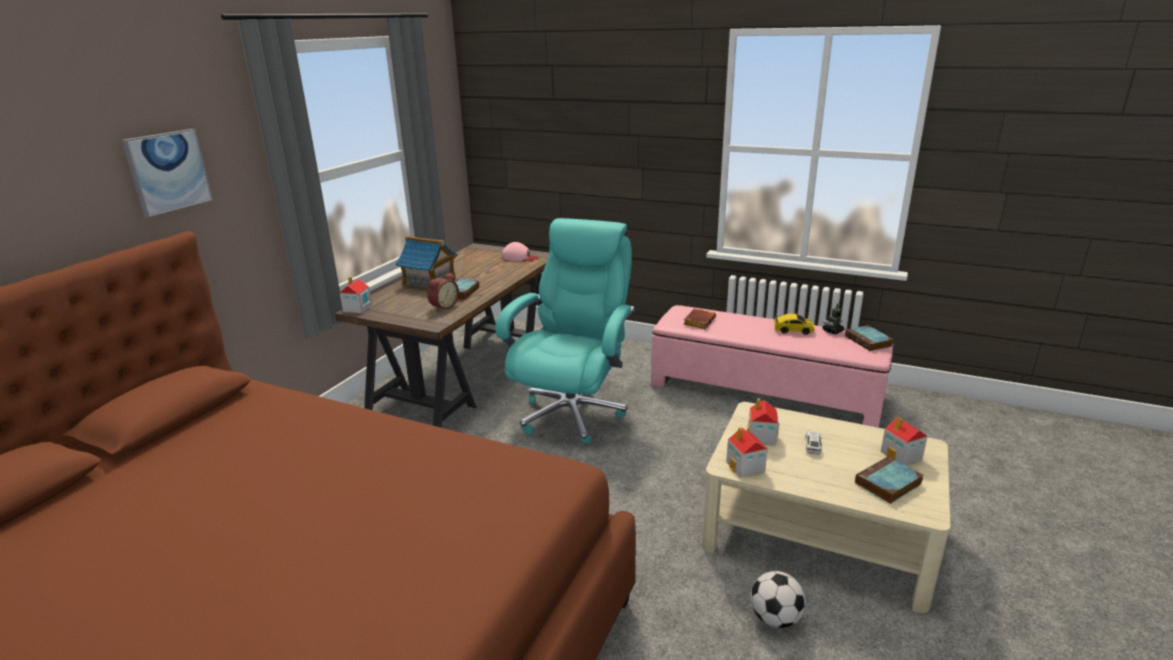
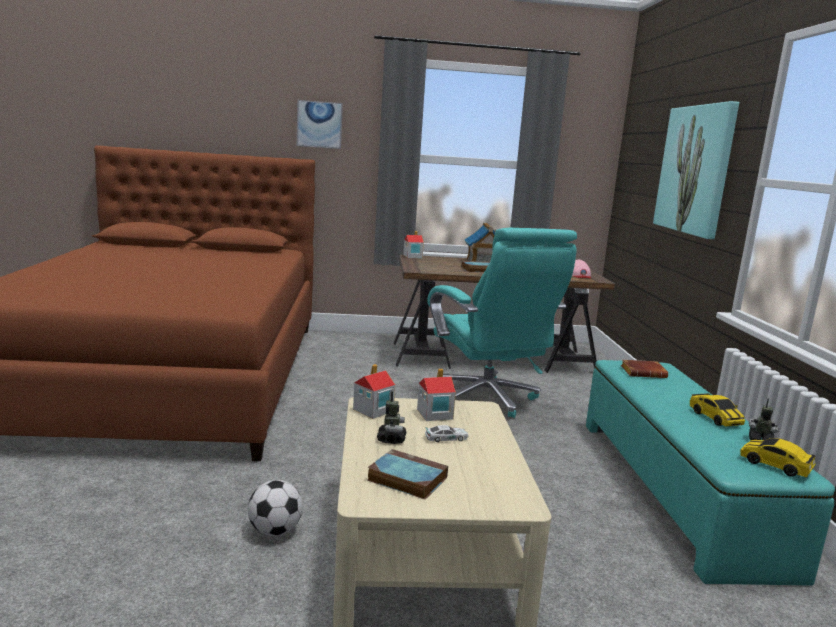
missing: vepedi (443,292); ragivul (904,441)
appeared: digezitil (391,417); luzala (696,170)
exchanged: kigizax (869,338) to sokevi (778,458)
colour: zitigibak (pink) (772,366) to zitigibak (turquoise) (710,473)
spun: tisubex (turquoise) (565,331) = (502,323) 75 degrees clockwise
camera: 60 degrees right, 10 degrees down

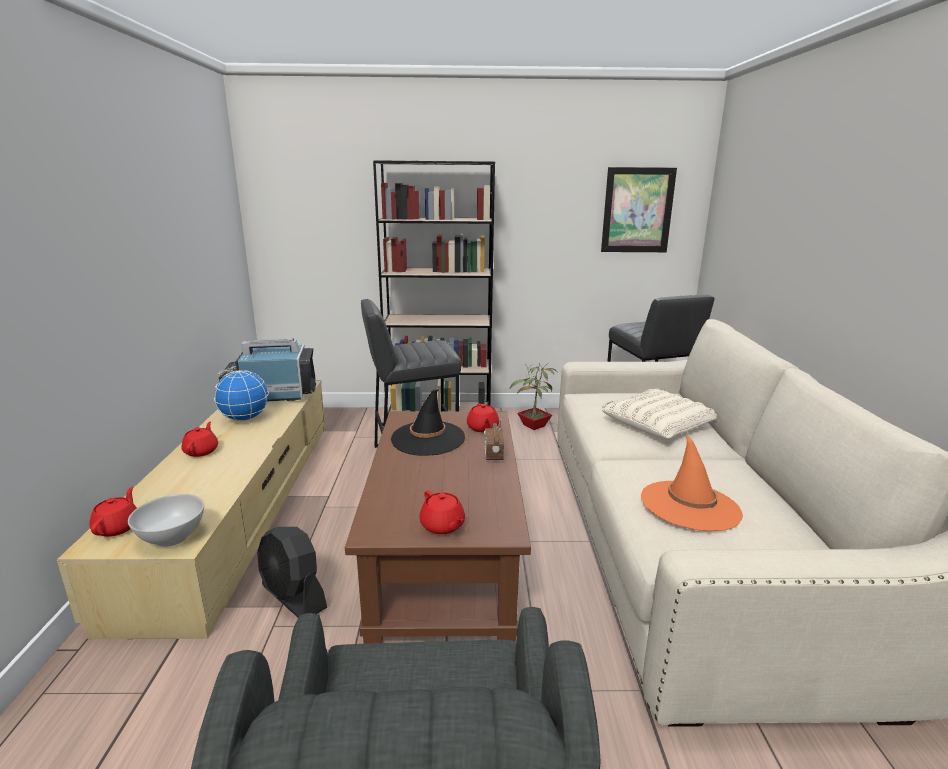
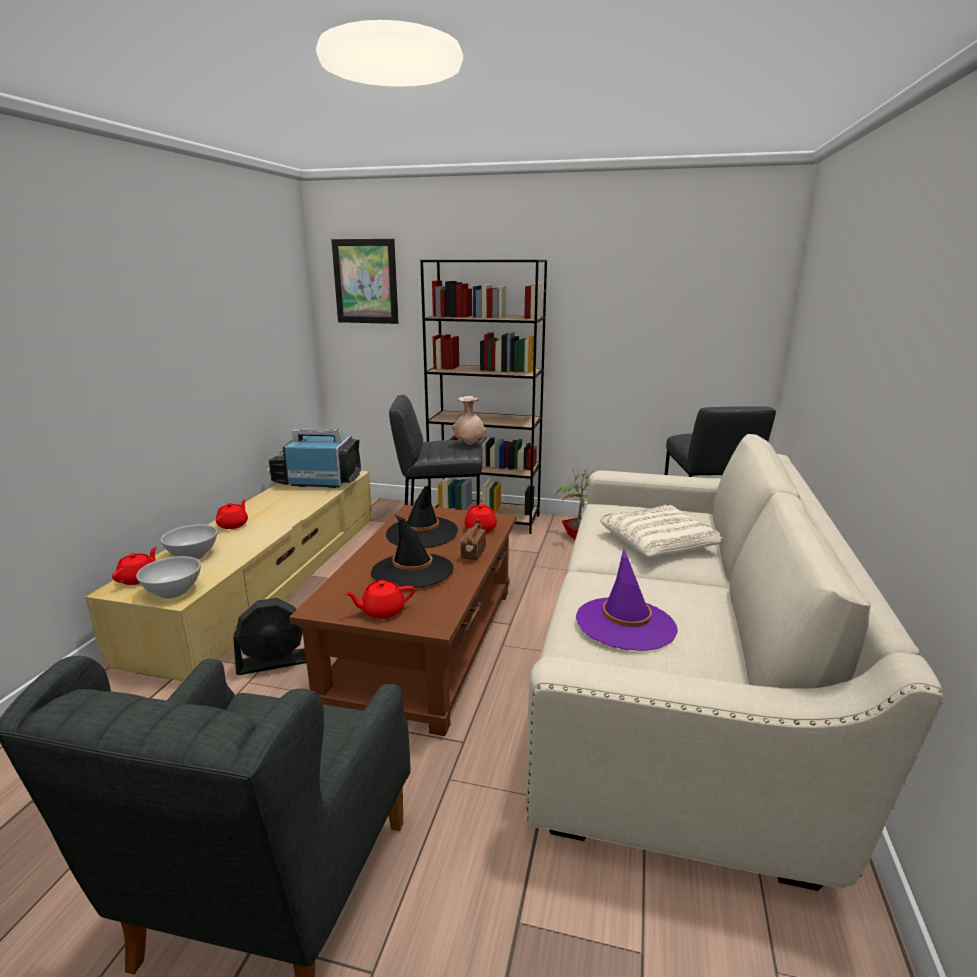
missing: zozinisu (241,395)
appeared: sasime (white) (189,541); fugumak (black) (412,551); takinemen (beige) (469,420)
relocated: luzala (639,209) to (365,281)
colour: fugumak (orange) (692,482) to fugumak (purple) (627,599)
spun: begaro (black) (292,572) = (269,636) 75 degrees counterclockwise; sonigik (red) (442,512) = (379,599) 90 degrees clockwise
camera: 15 degrees right, 0 degrees up

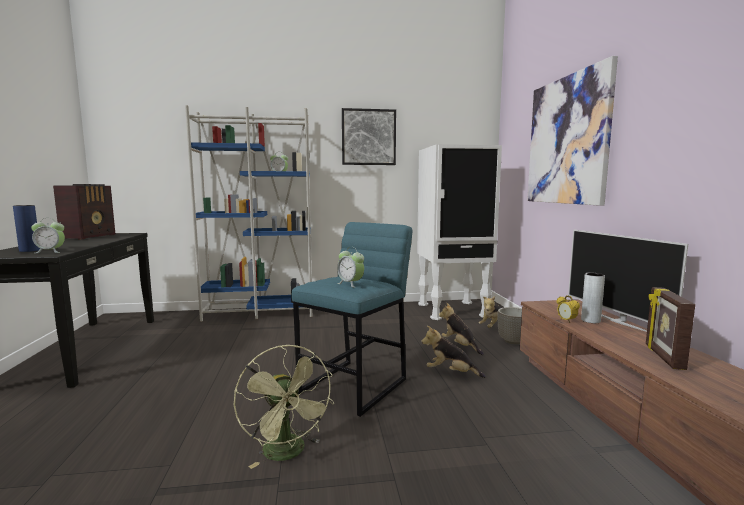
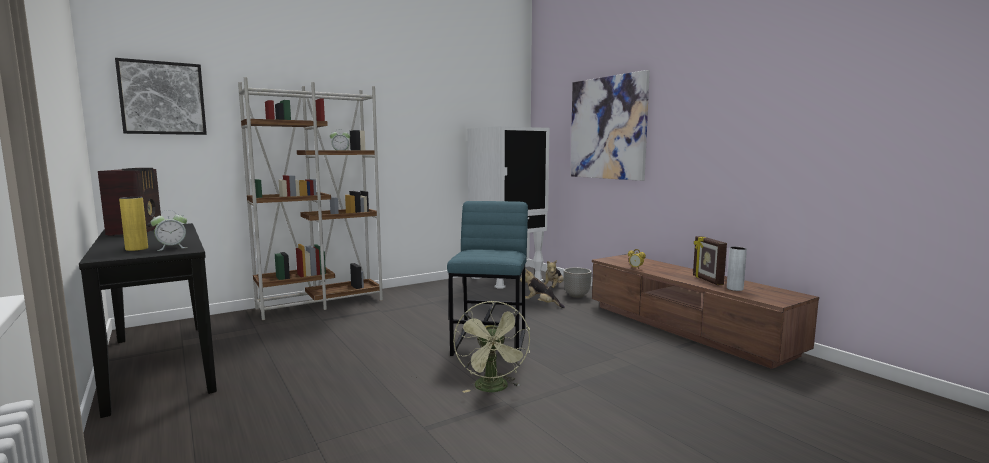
missing: vepedi (350,267); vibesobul (454,351); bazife (628,281)
relocated: luzala (369,136) to (161,96); takinemen (grey) (593,298) to (737,269)
colour: takinemen (blue) (26,228) to takinemen (yellow) (133,224); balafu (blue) (248,213) to balafu (brown) (310,198)
spun: begaro (green) (284,407) = (491,347) 45 degrees clockwise
camera: 25 degrees left, 0 degrees up

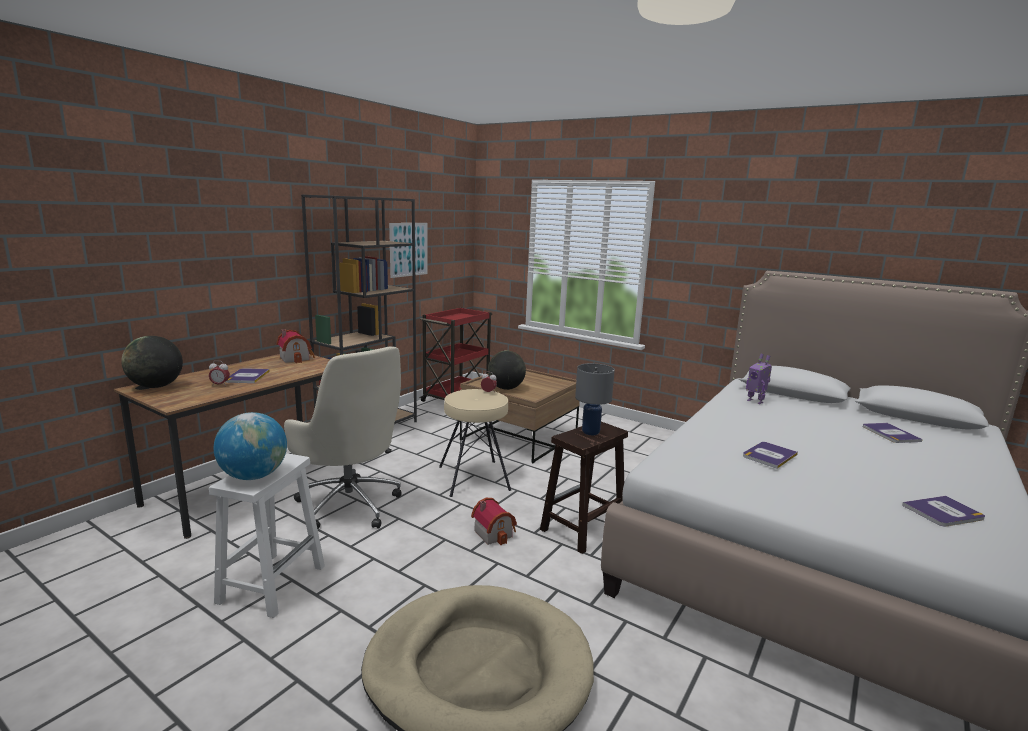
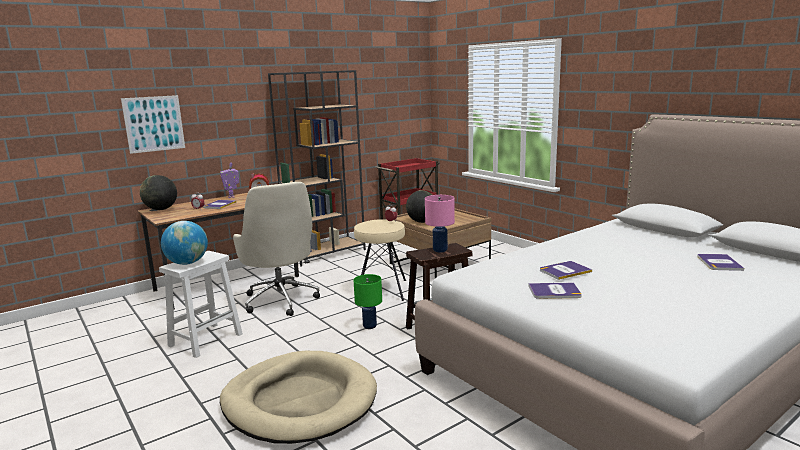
relocated: luzala (408,250) to (153,124); digezitil (759,378) to (229,180); kigizax (943,511) to (555,291)
exchanged: ragivul (494,521) to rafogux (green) (368,301)
colour: rafogux (grey) (595,399) to rafogux (pink) (440,224)
camera: 20 degrees right, 0 degrees up

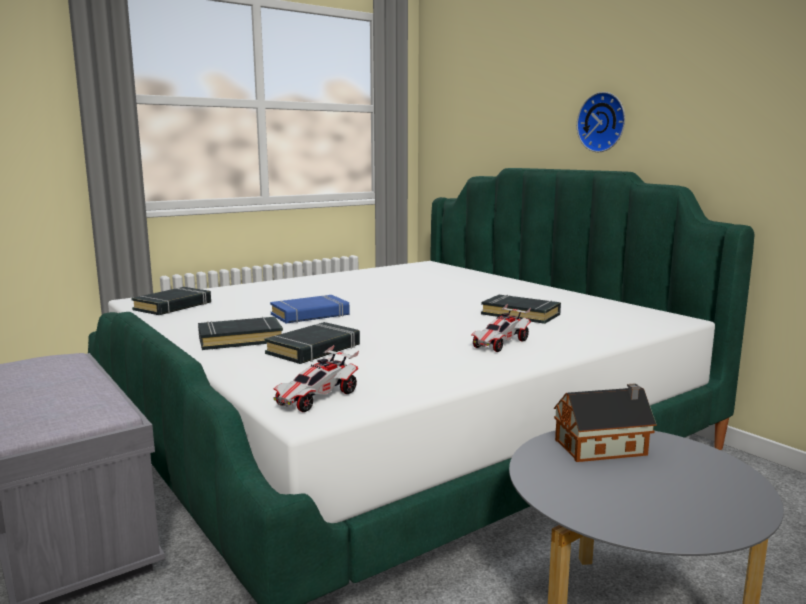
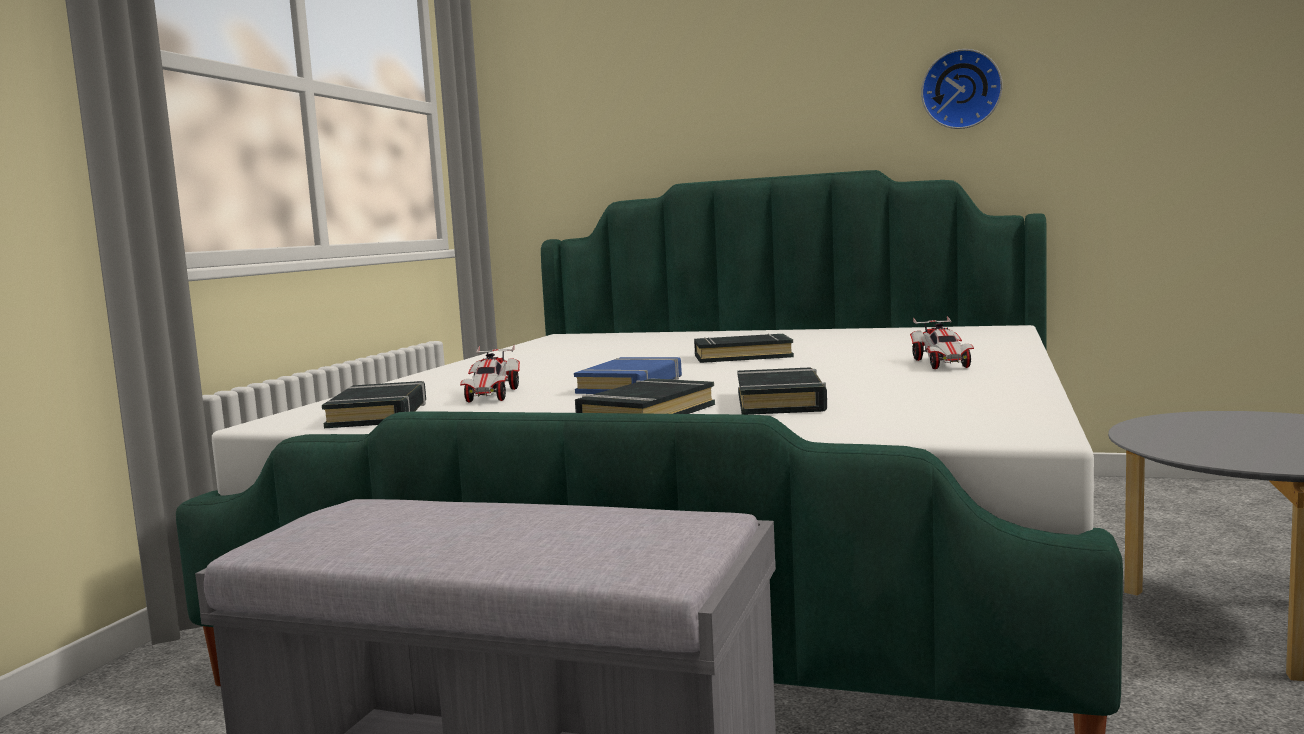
missing: ragivul (605,422)
relocated: sokevi (316,378) to (490,373); kigizax (black) (521,309) to (744,348); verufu (601,122) to (962,89)
camera: 35 degrees left, 5 degrees down

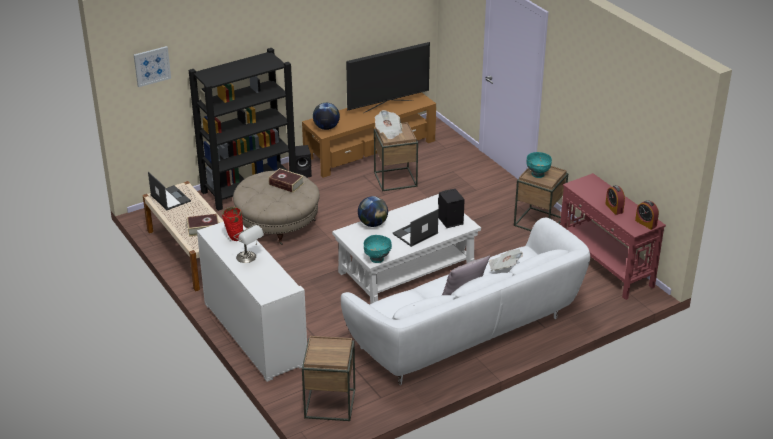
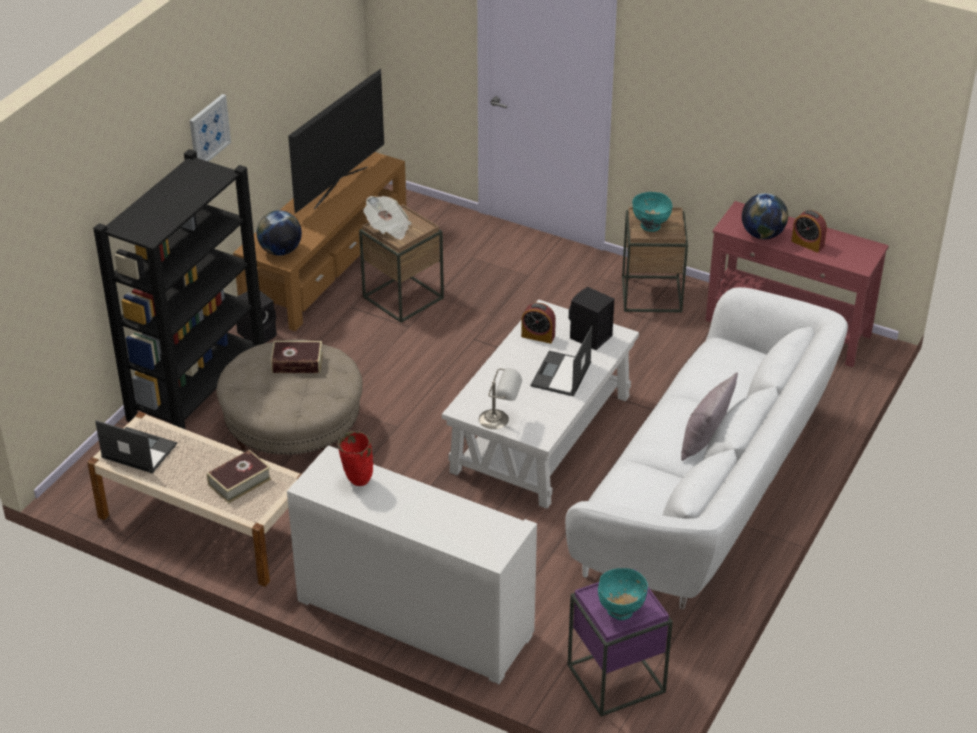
missing: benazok (506,260)
relocated: luzala (152,66) to (210,128); rafogux (white) (248,244) to (500,398); zozinisu (373,211) to (765,216); sasime (turquoise) (378,249) to (623,594); vepedi (647,215) to (538,323)
colour: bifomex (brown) (328,378) to bifomex (purple) (620,643)
camera: 30 degrees left, 5 degrees up

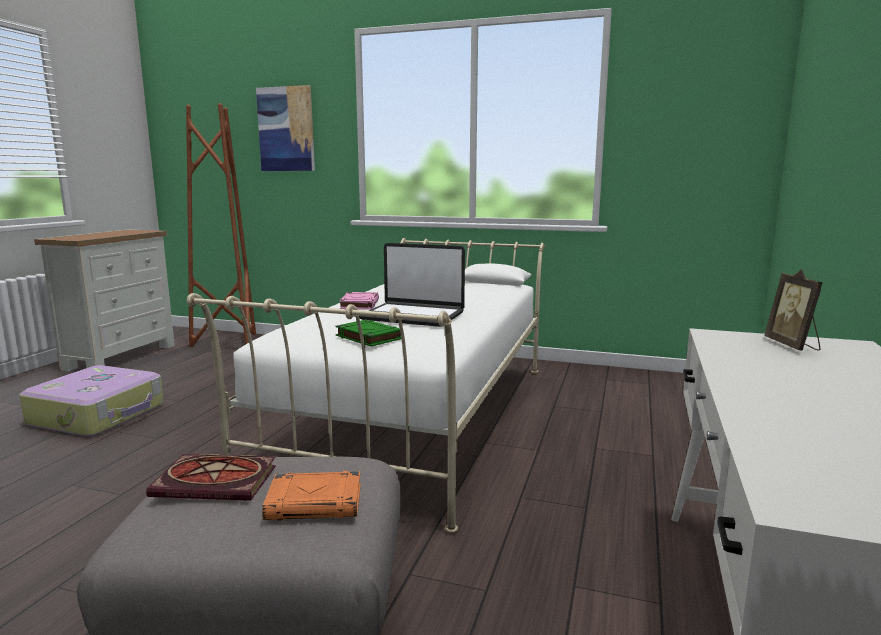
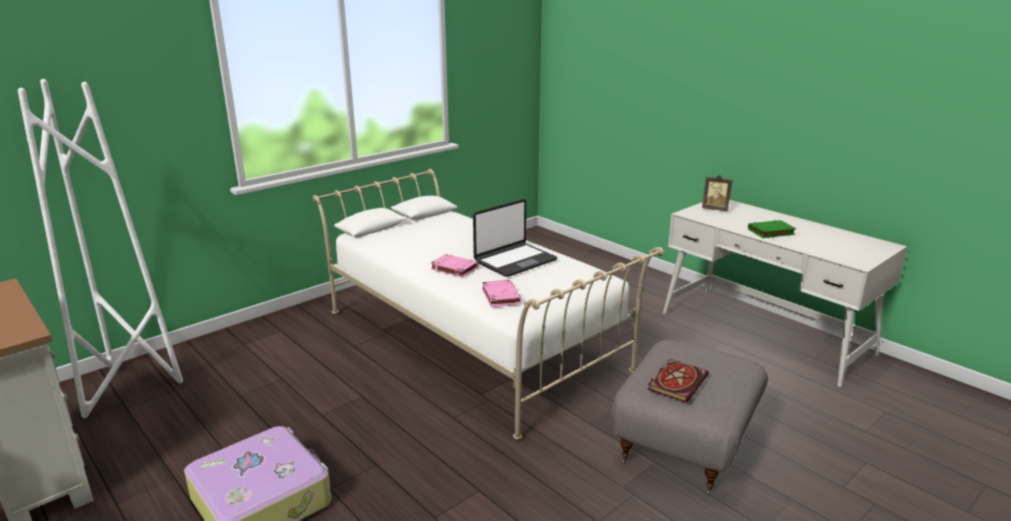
missing: luzala (285,128); kigizax (orange) (311,496)
appeared: kigizax (pink) (502,293)
relocated: kigizax (green) (368,333) to (772,229)
colour: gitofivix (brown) (221,225) to gitofivix (white) (100,248)
camera: 60 degrees left, 10 degrees up

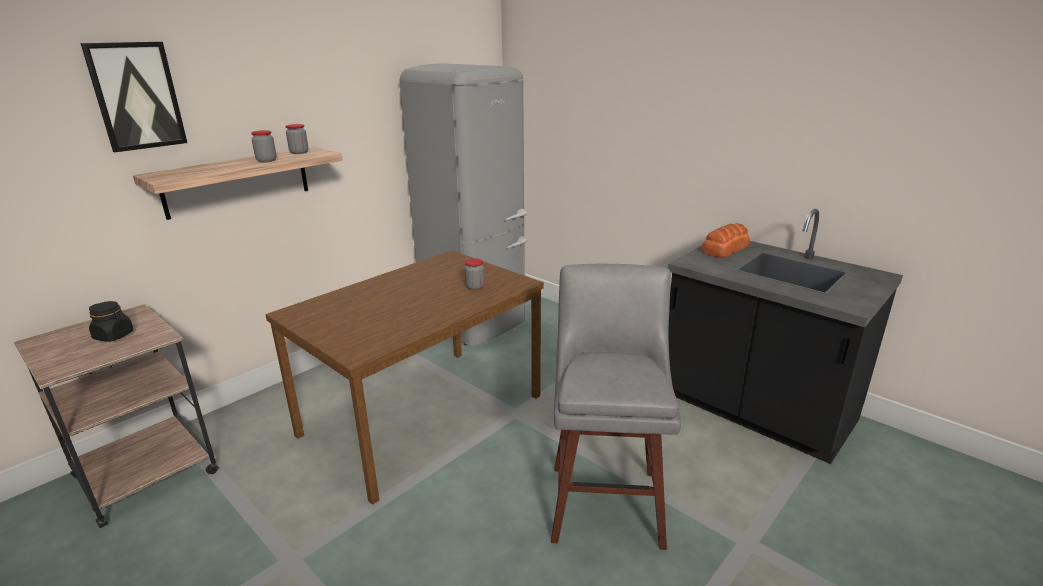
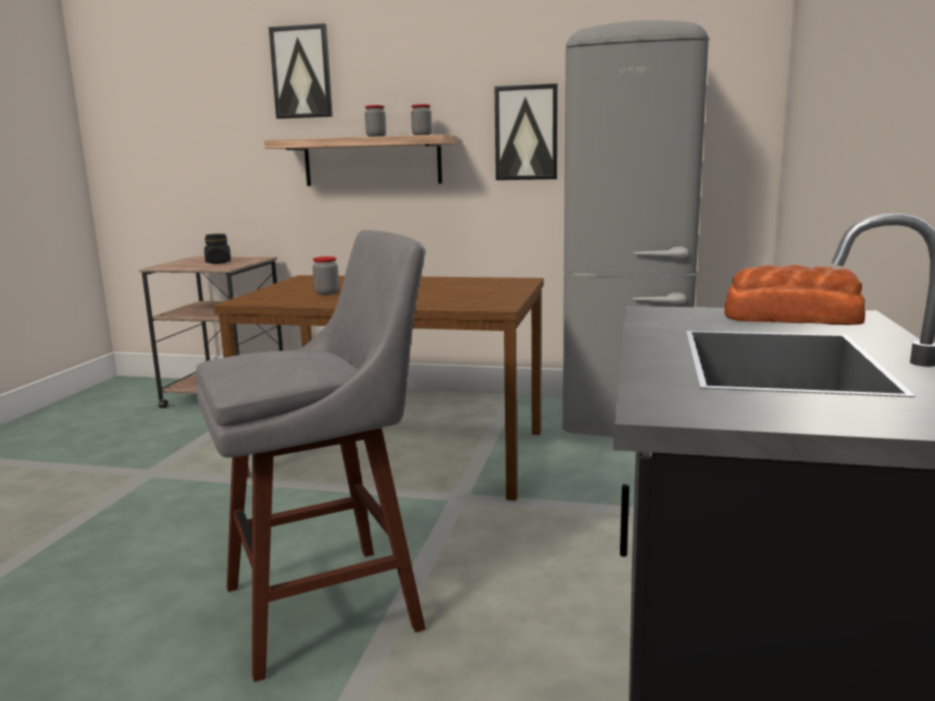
appeared: luzala (526,132)
relocated: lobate (474,274) to (326,275)
camera: 60 degrees right, 10 degrees down

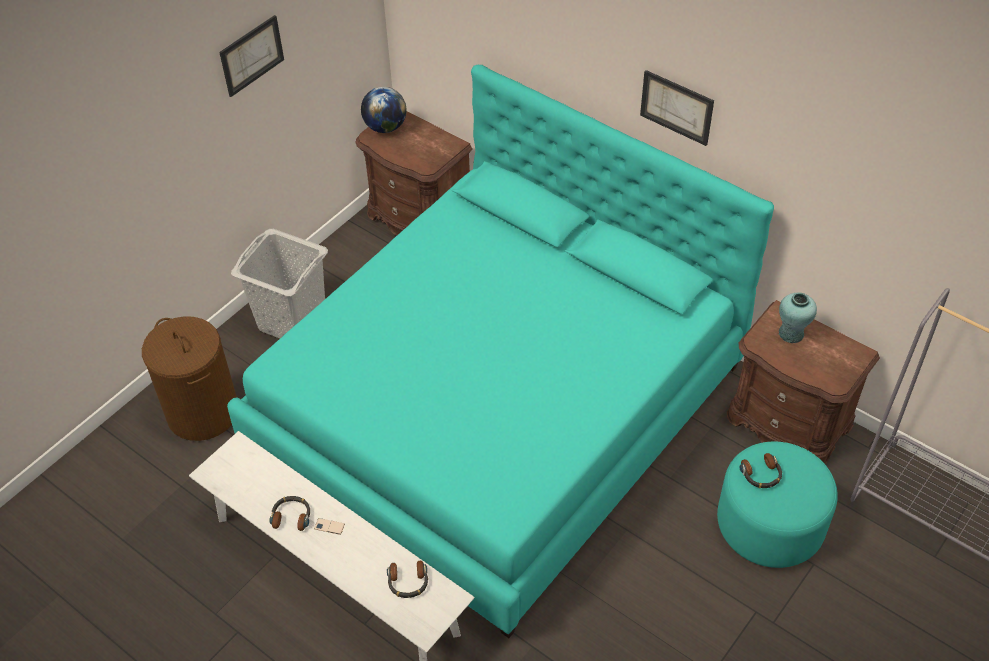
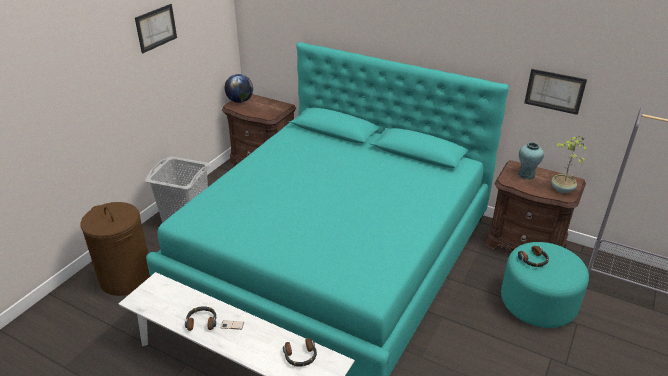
appeared: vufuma (568,164)
relocated: luzala (677,108) to (555,92)
camera: 10 degrees left, 15 degrees down

